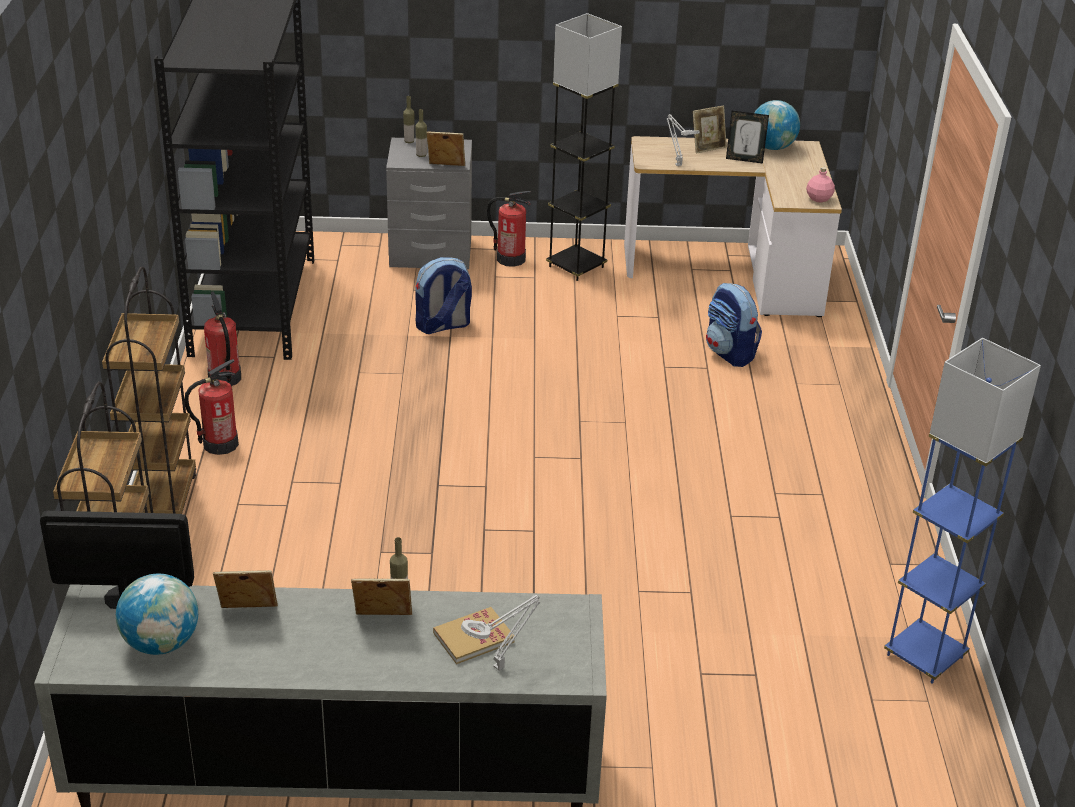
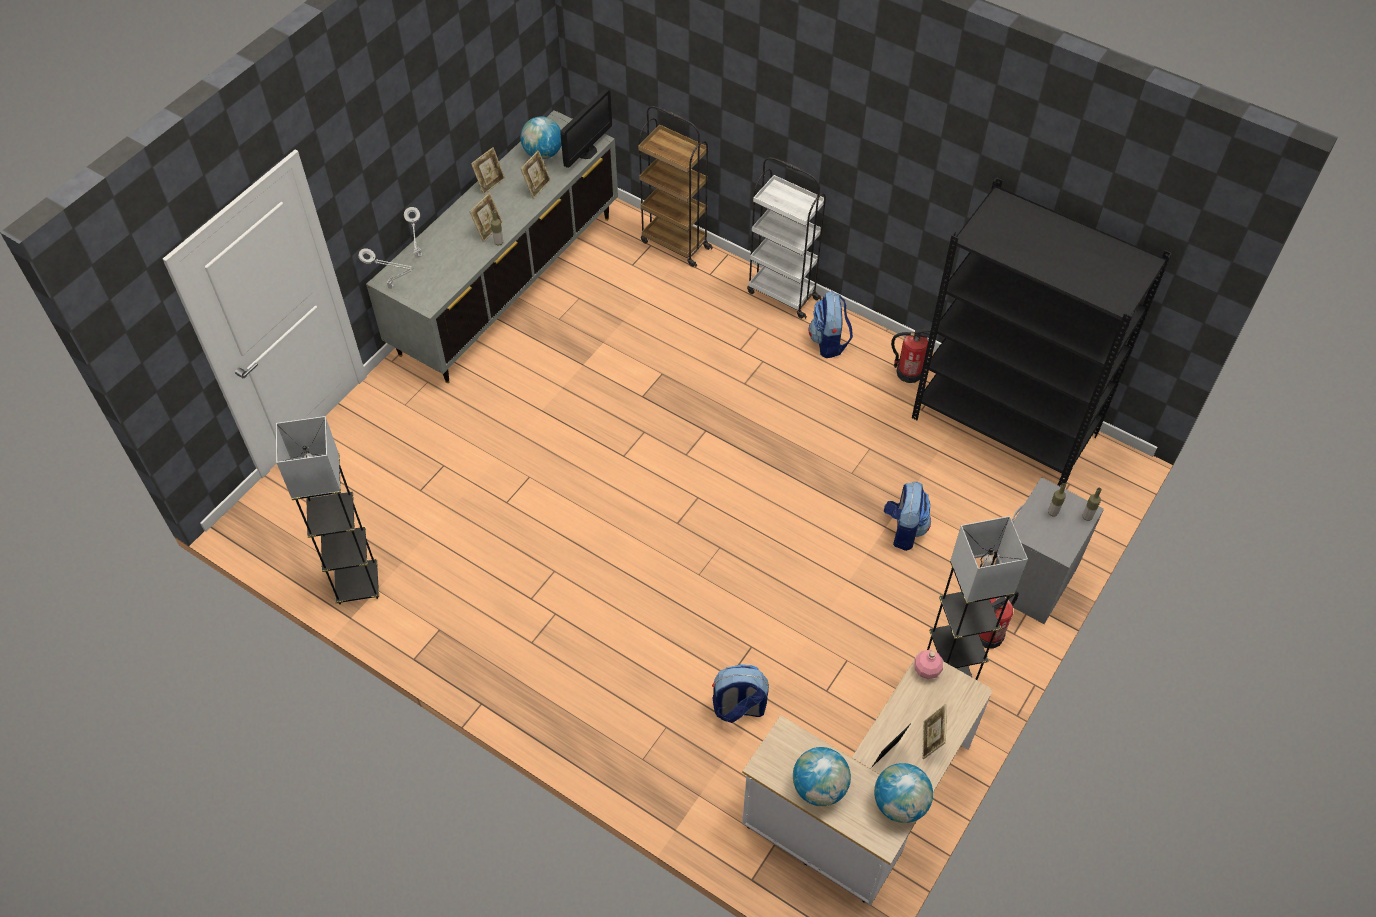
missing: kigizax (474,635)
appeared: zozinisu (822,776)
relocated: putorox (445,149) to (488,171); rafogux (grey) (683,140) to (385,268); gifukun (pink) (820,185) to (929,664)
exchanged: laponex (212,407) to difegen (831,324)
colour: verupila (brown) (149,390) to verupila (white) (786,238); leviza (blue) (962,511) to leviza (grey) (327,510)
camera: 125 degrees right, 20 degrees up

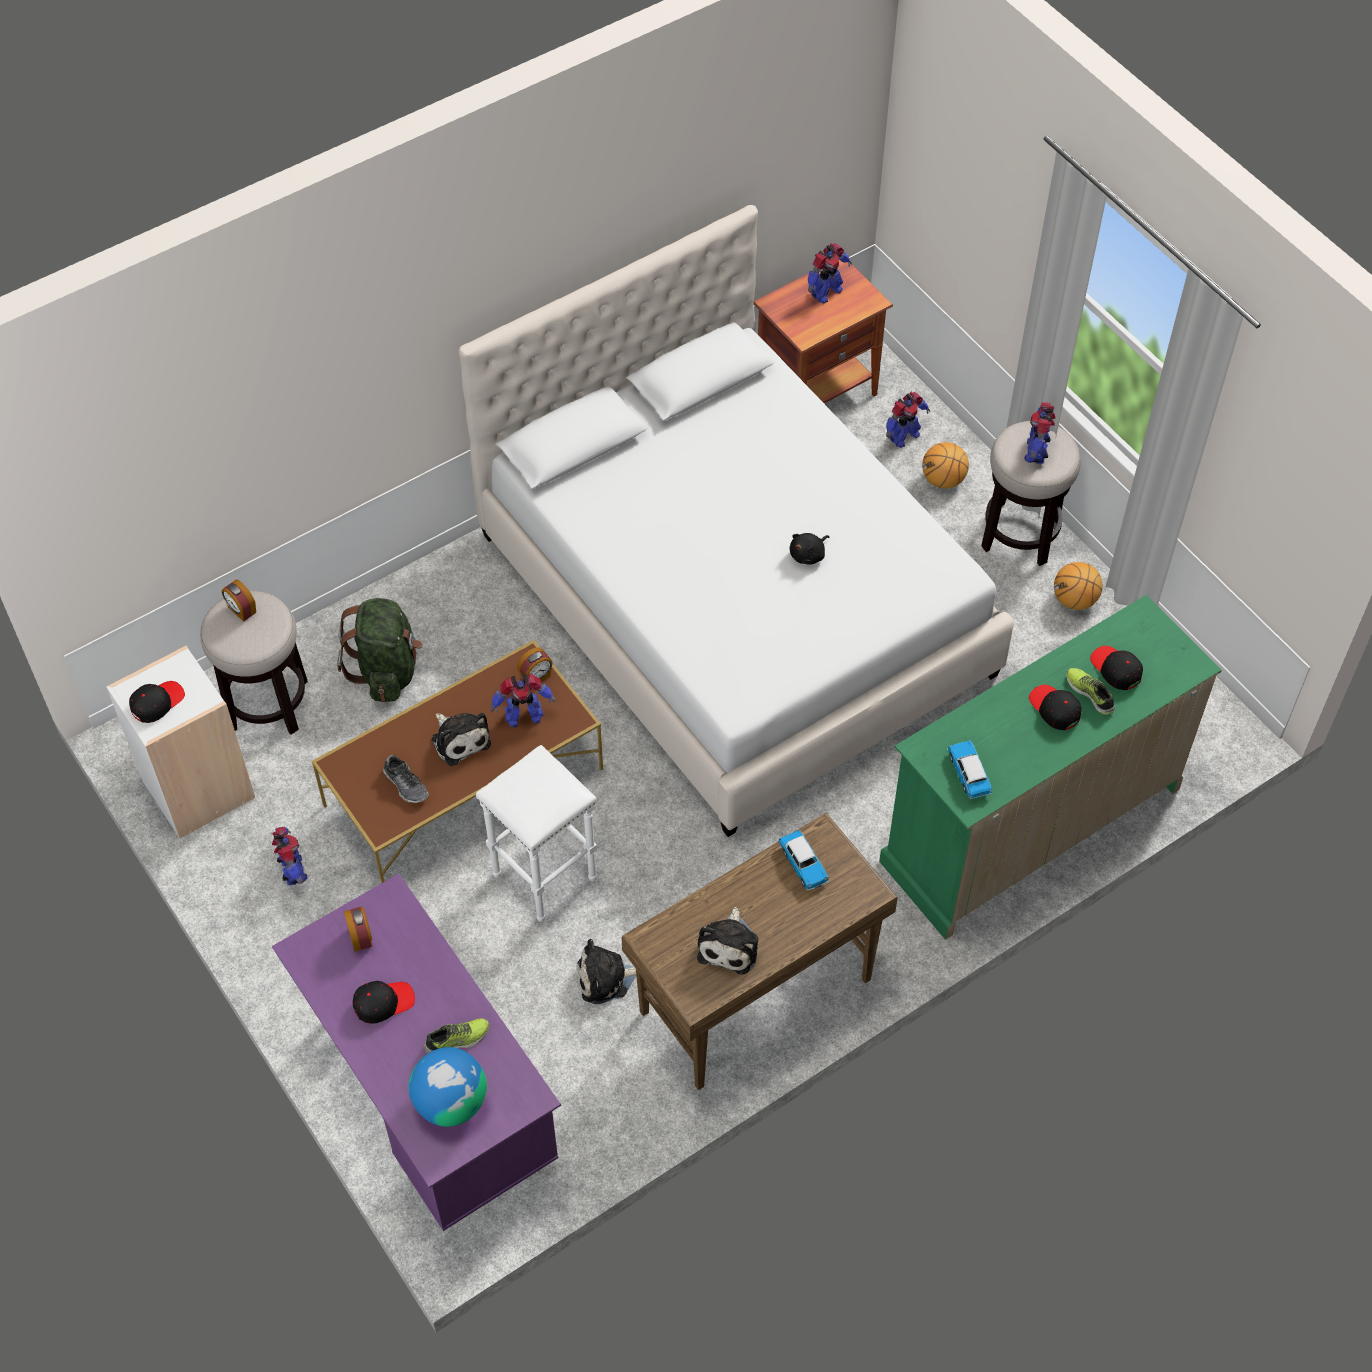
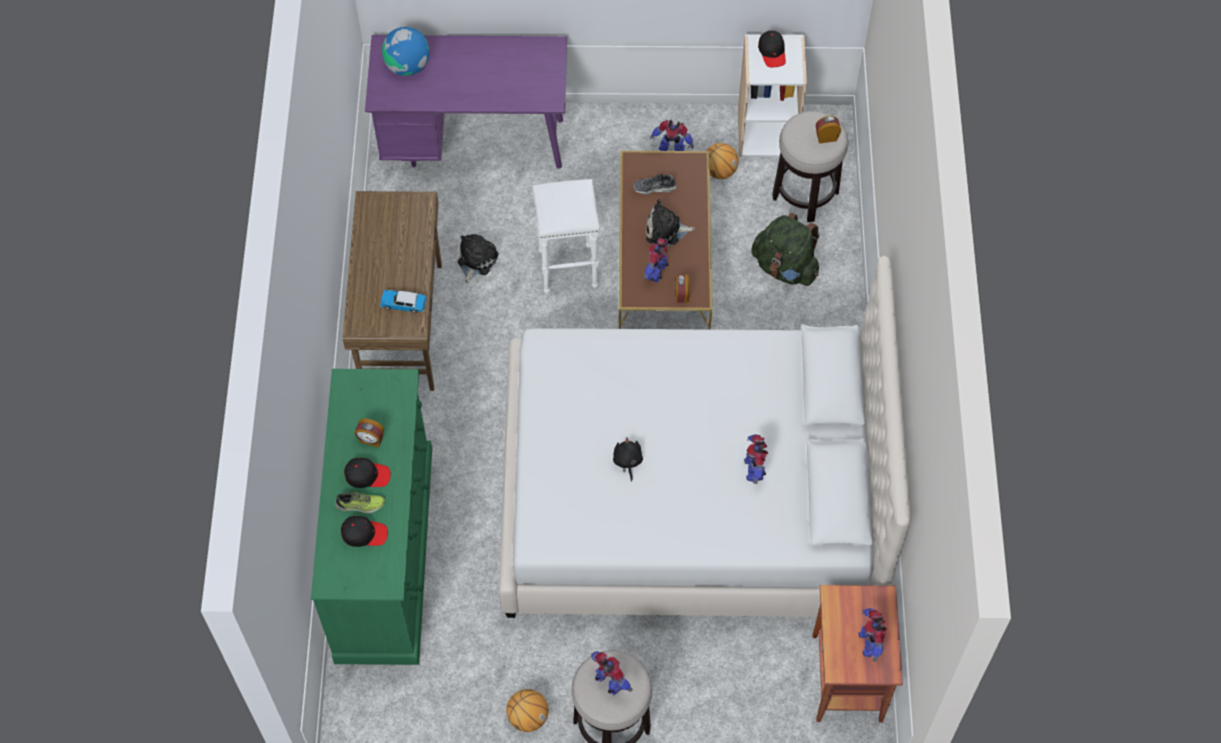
missing: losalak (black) (384,1002); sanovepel (457,1035); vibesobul (728,941); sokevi (969,769)
relocated: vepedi (358,929) to (369,433); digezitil (908,420) to (756,459); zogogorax (945,465) to (722,161)
camera: 125 degrees right, 5 degrees up

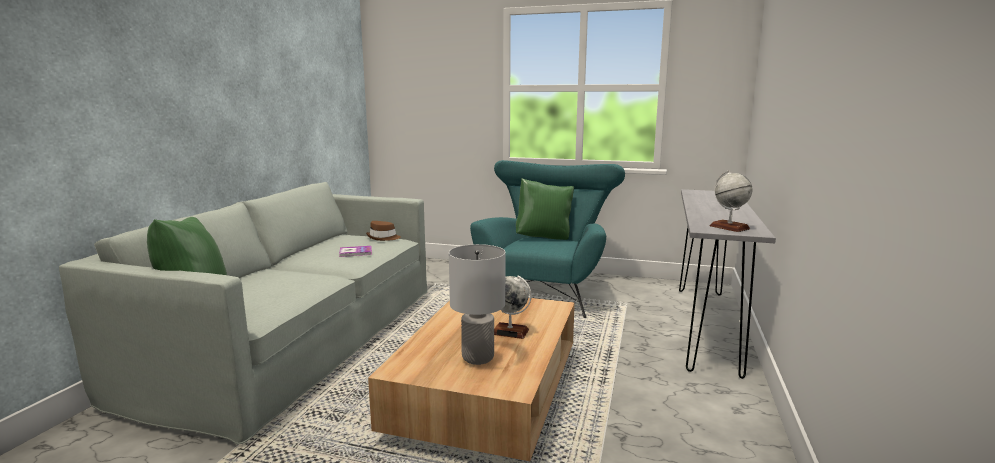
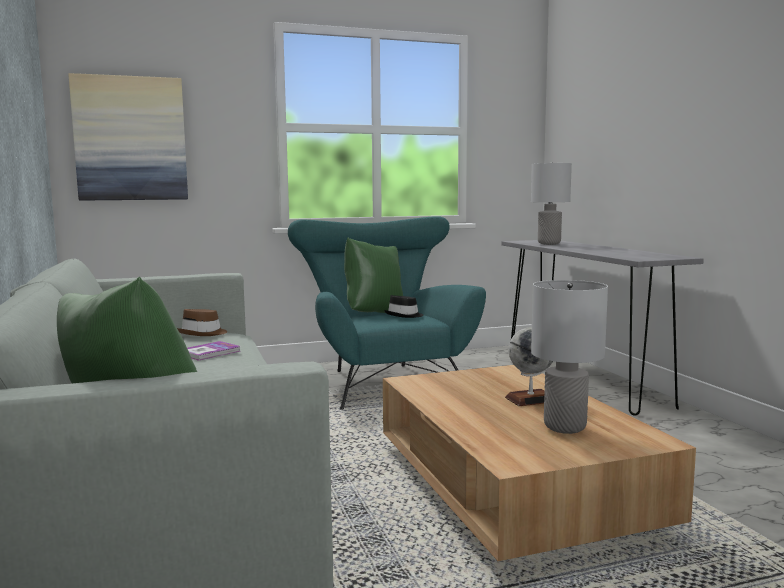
missing: zozinisu (731,201)
appeared: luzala (128,137); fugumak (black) (403,306); rafogux (grey) (551,203)
camera: 35 degrees left, 5 degrees down

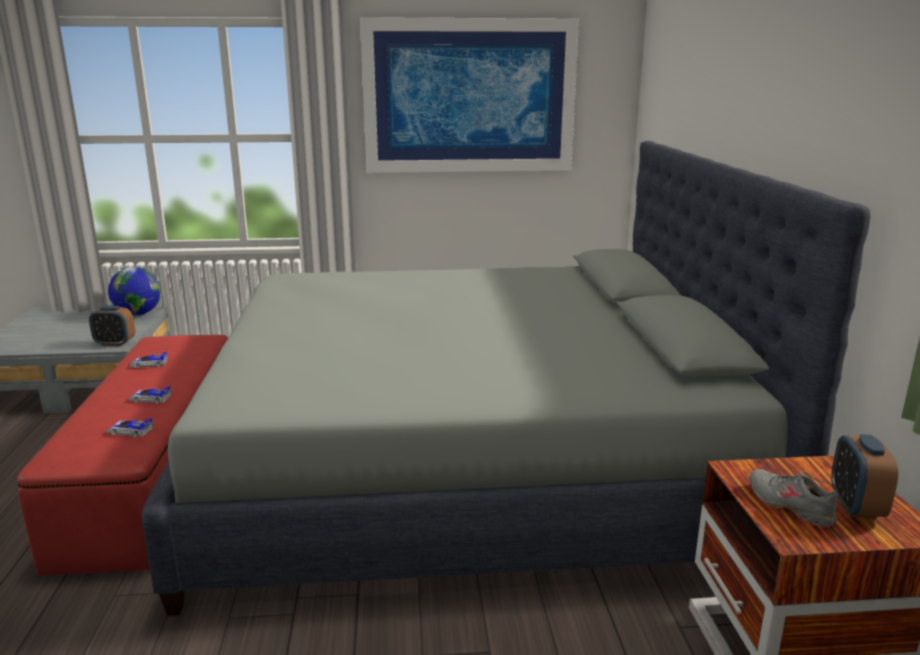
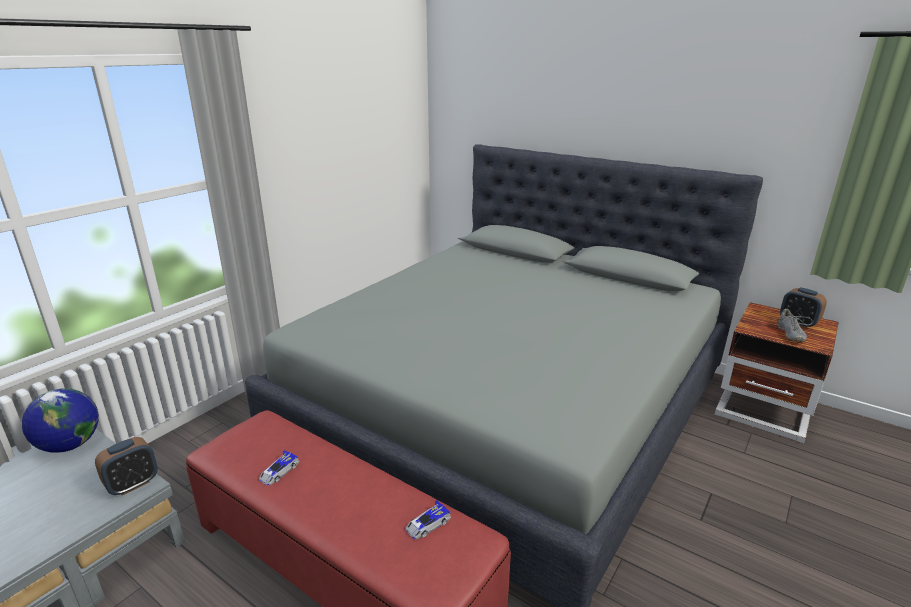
missing: sokevi (150,395); luzala (469,95)
spun: sanovepel (grey) (793,498) = (792,325) 90 degrees counterclockwise
camera: 50 degrees left, 5 degrees up

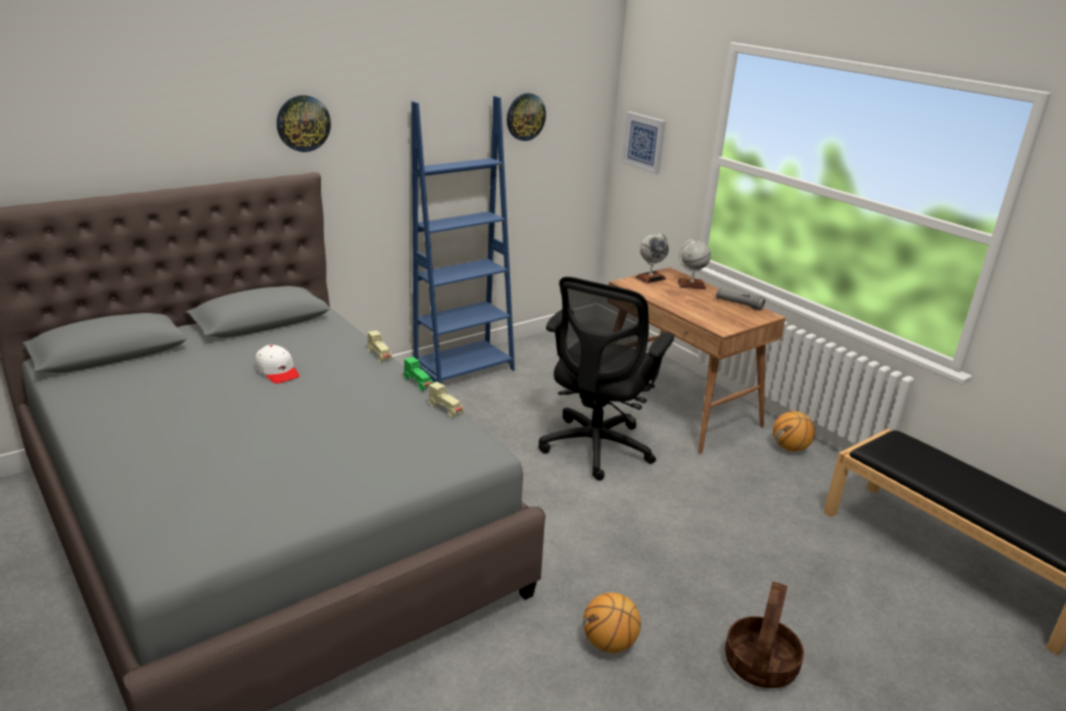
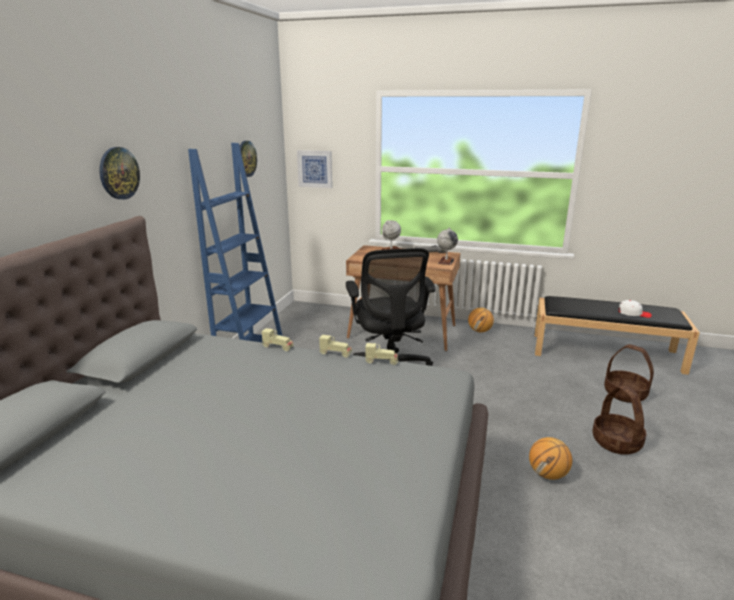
appeared: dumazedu (629,373)
relocated: losalak (white) (277,364) to (635,309); zozinisu (652,258) to (447,246)
colour: sokevi (green) (418,374) to sokevi (beige) (335,346)
camera: 35 degrees left, 5 degrees down

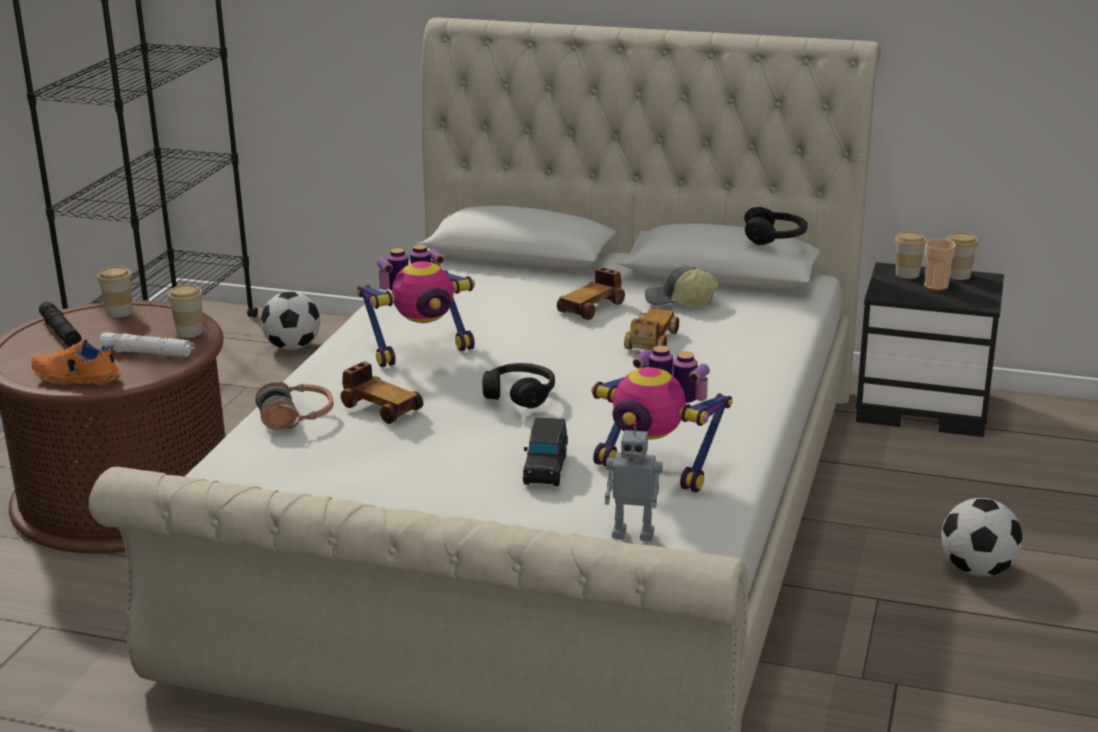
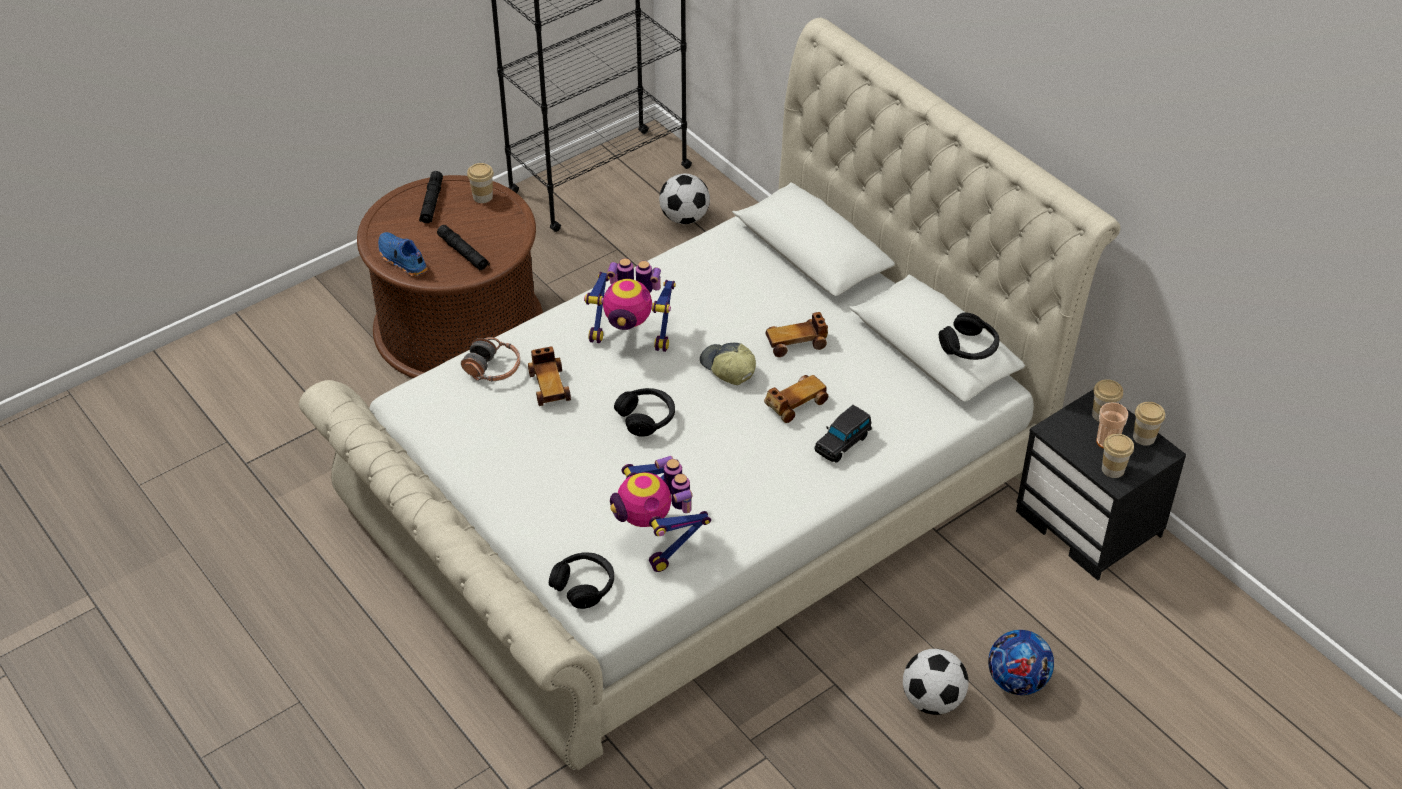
appeared: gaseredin (1021,662)
relocated: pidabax (185,311) to (1118,456); sokevi (black) (545,452) to (843,434); losalak (682,286) to (728,364)
exchanged: digezitil (634,481) to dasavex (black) (581,580)
colour: sanovepel (orange) (76,362) to sanovepel (blue) (403,254); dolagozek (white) (147,344) to dolagozek (black) (463,247)
camera: 35 degrees right, 20 degrees up

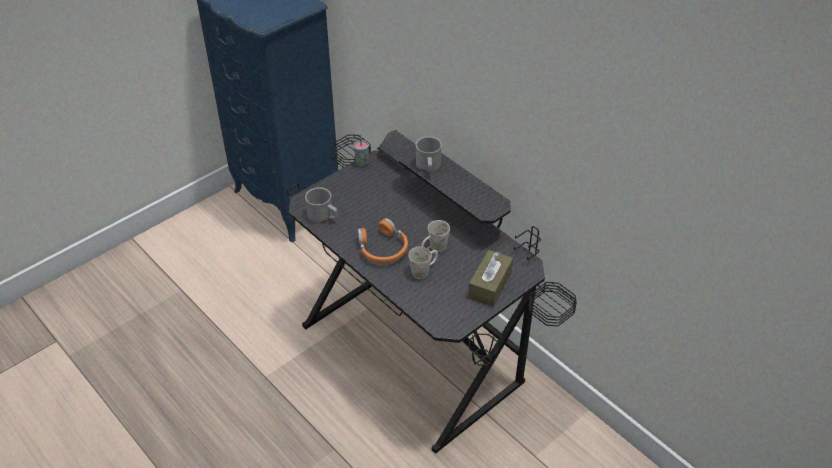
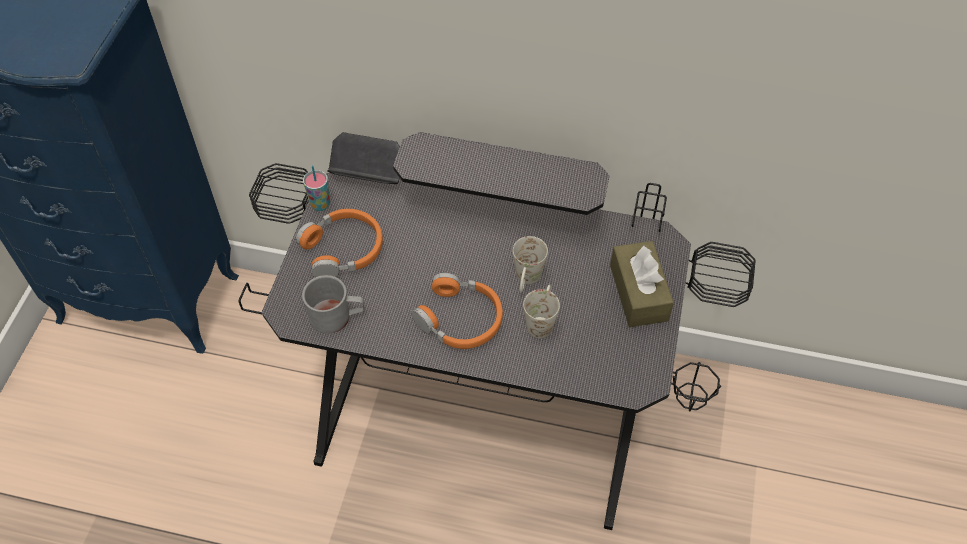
missing: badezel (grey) (429,154)
appeared: dasavex (orange) (339,243)
camera: 35 degrees left, 10 degrees up

